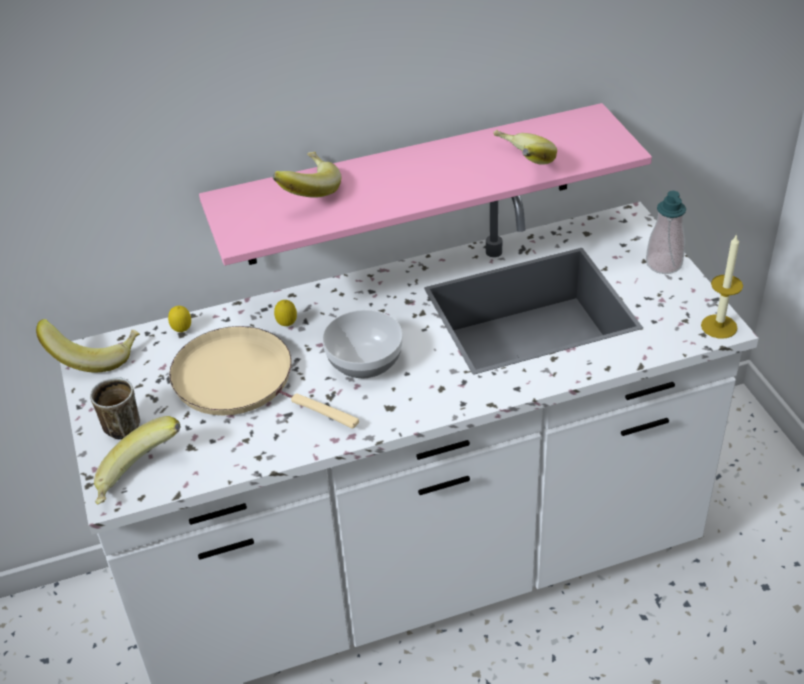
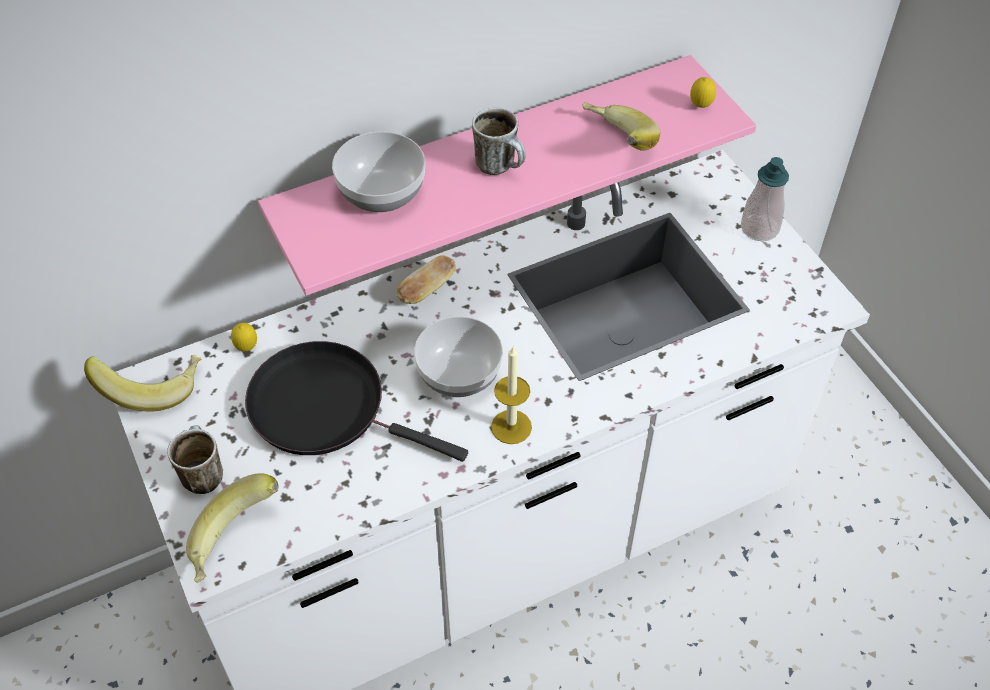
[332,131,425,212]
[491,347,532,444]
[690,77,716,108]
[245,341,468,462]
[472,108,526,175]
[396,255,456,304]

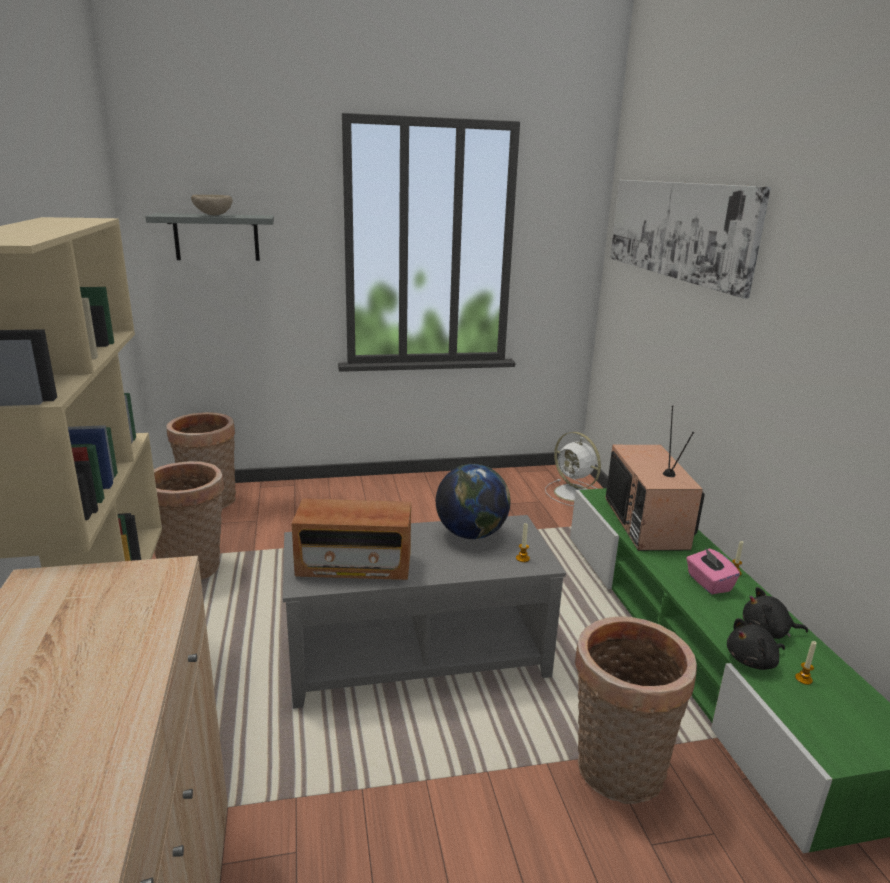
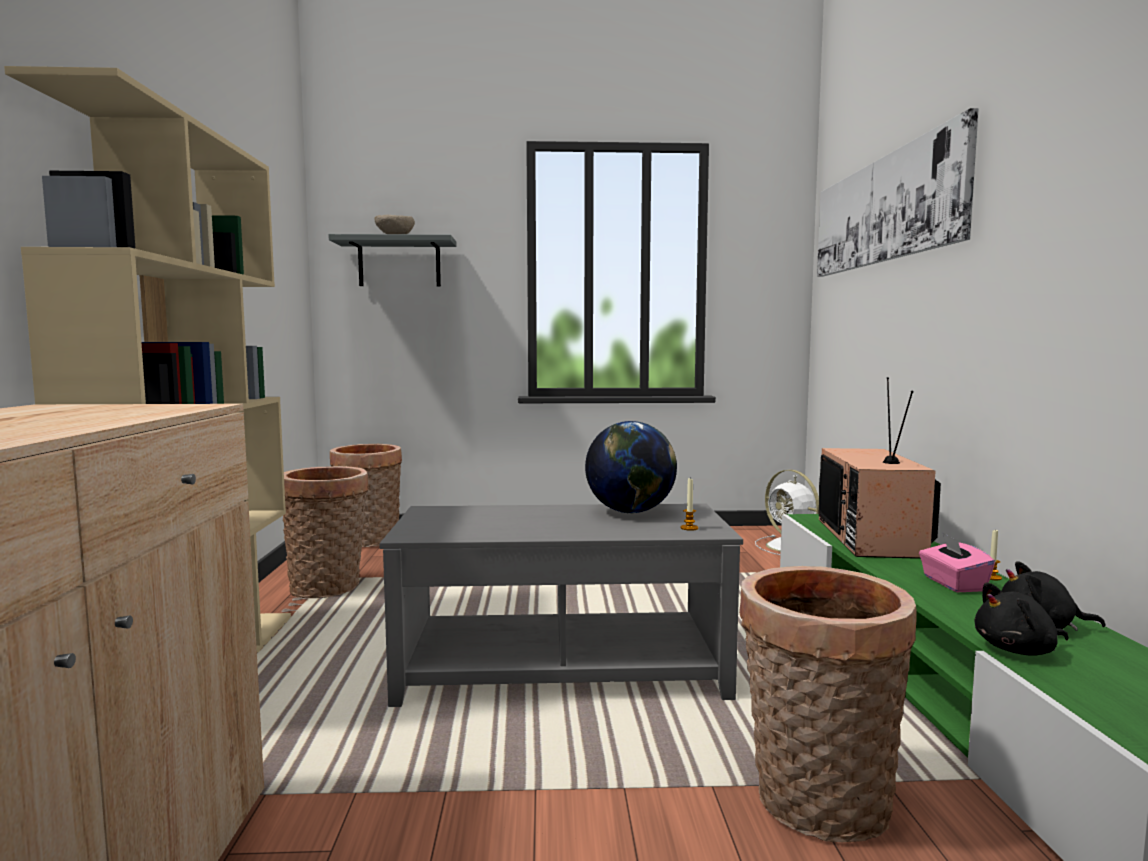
[291,498,411,580] (first image)
[795,641,817,685] (first image)

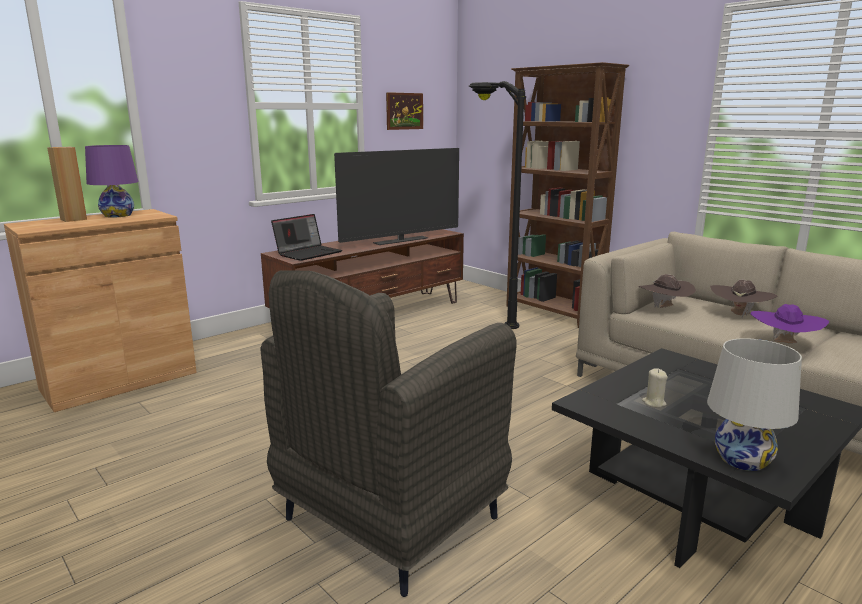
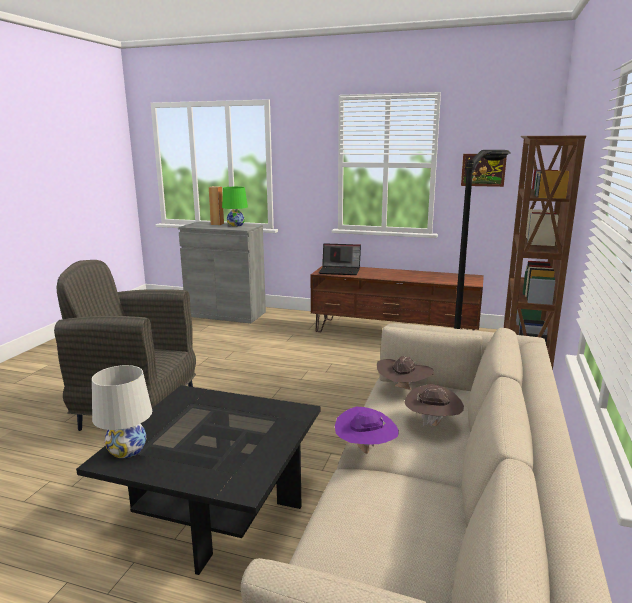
[222,187,248,227]
[334,148,459,245] (first image)
[178,222,266,323]
[642,368,668,408] (first image)

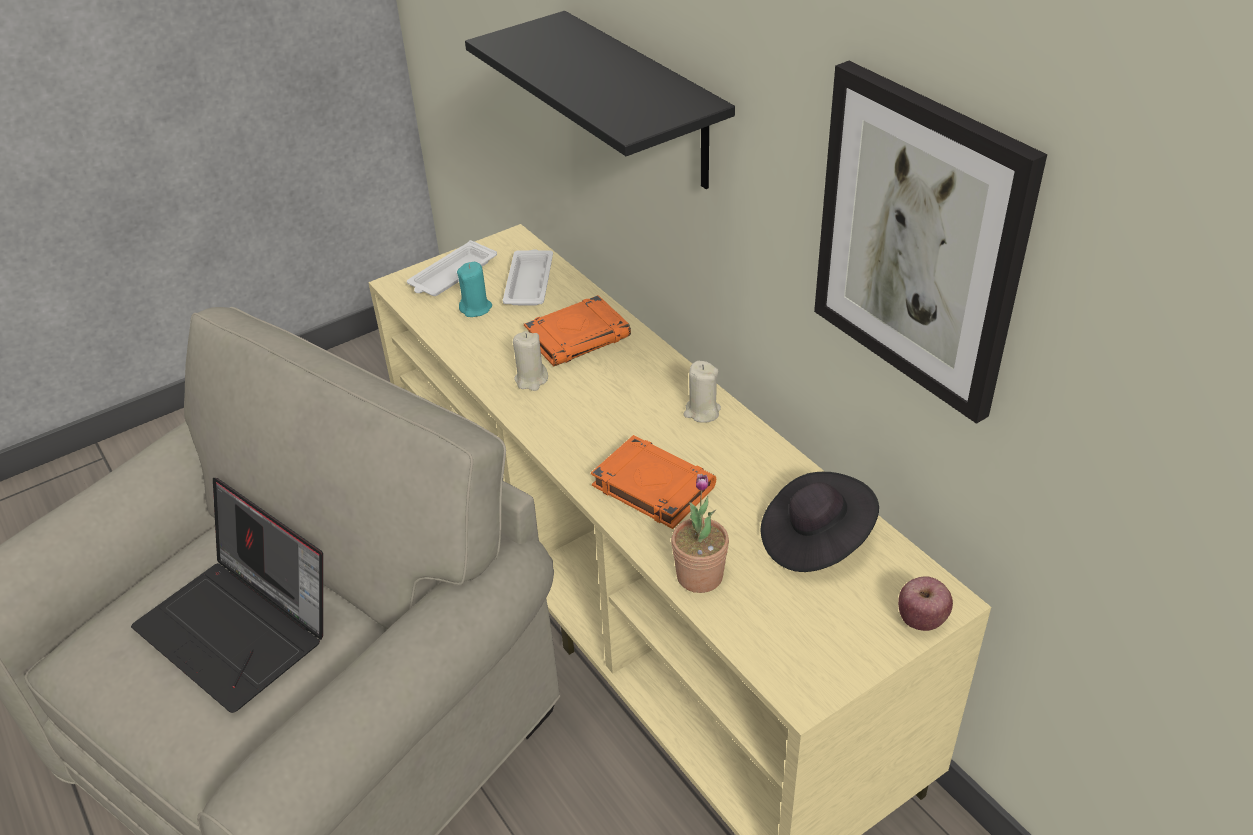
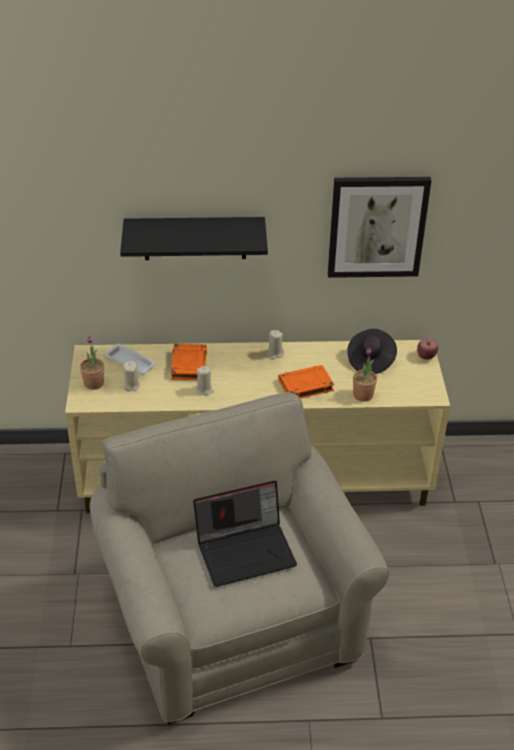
[80,336,104,390]
[123,361,140,392]

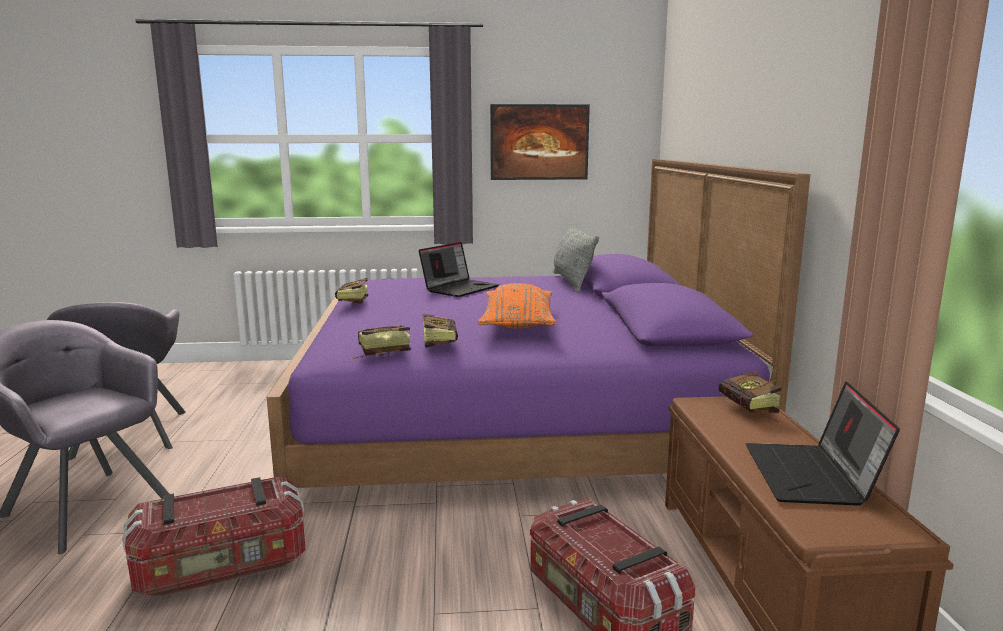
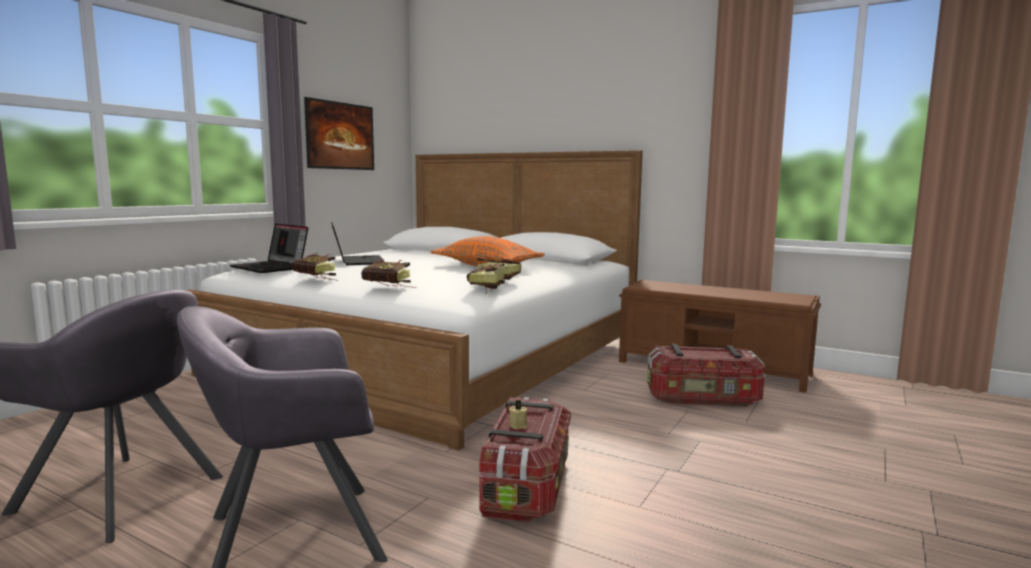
[186,150,643,450]
[553,223,599,293] (first image)
[361,259,416,288]
[230,224,308,273]
[509,400,527,429]

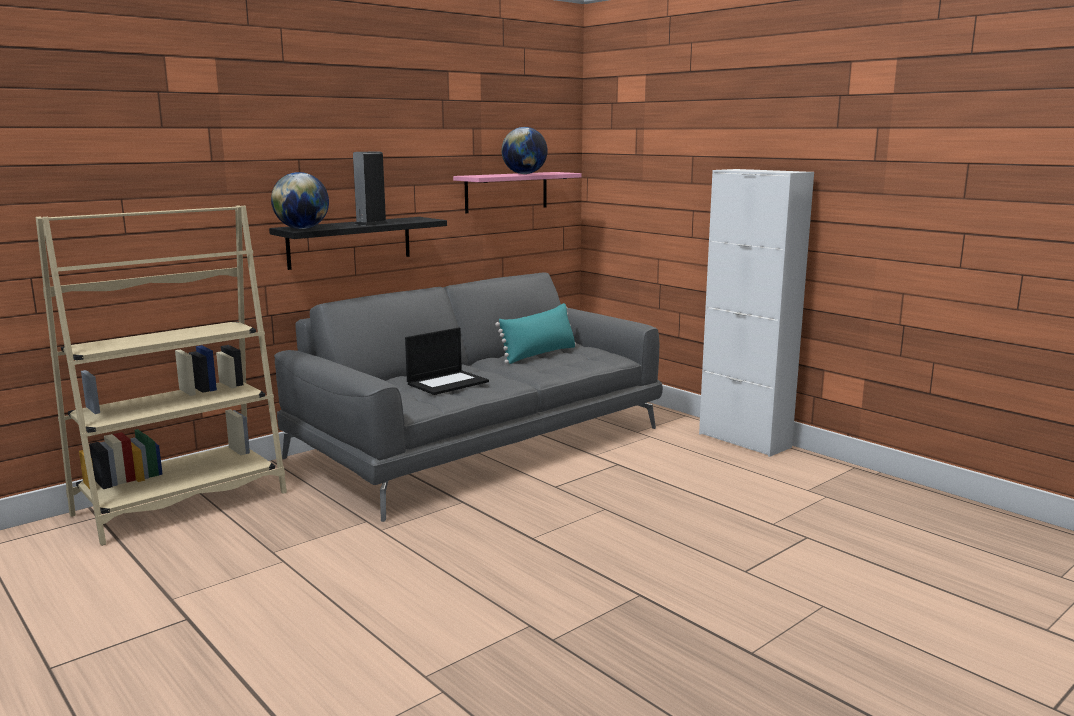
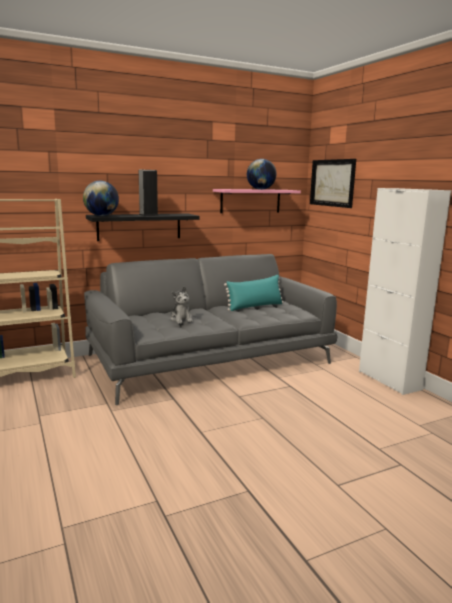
[170,286,193,324]
[310,159,356,208]

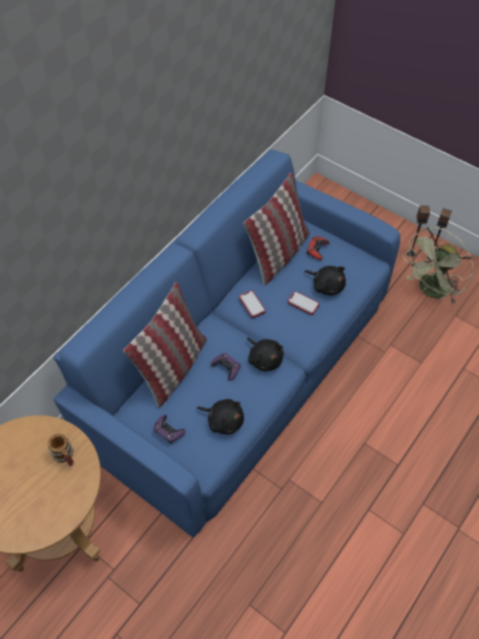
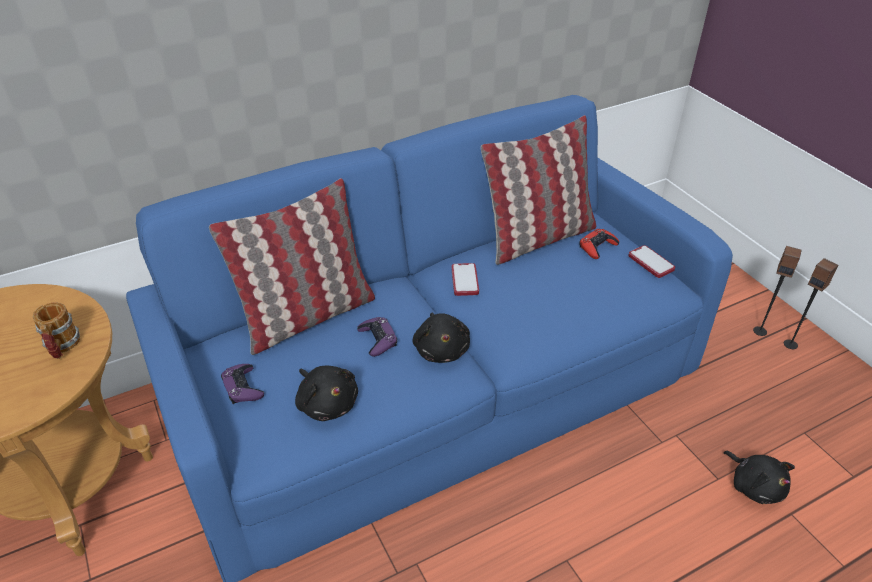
[402,227,474,304] (first image)
[724,451,795,504]
[628,245,675,278]

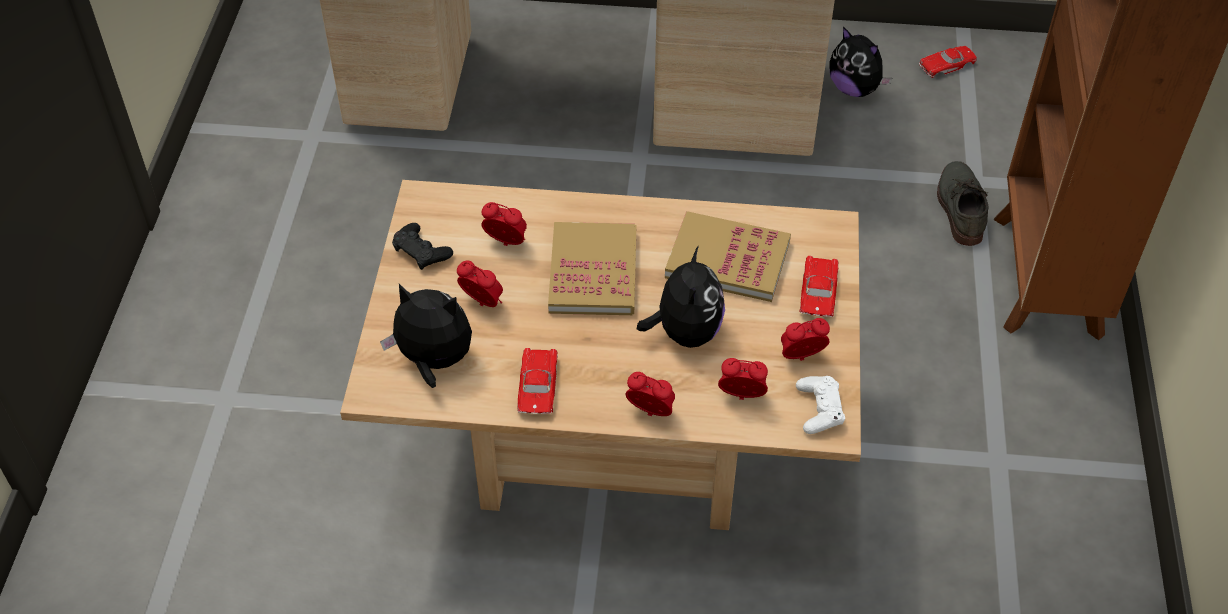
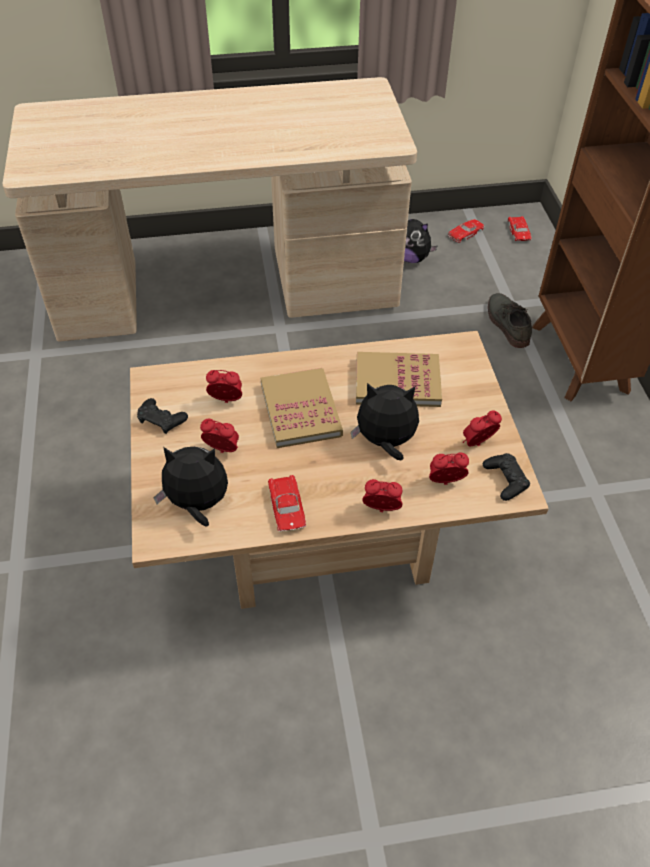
[351,383,419,461]
[508,216,532,241]
[483,453,530,501]

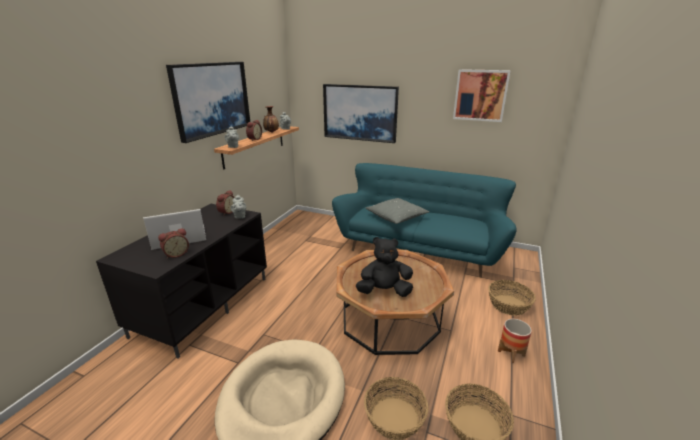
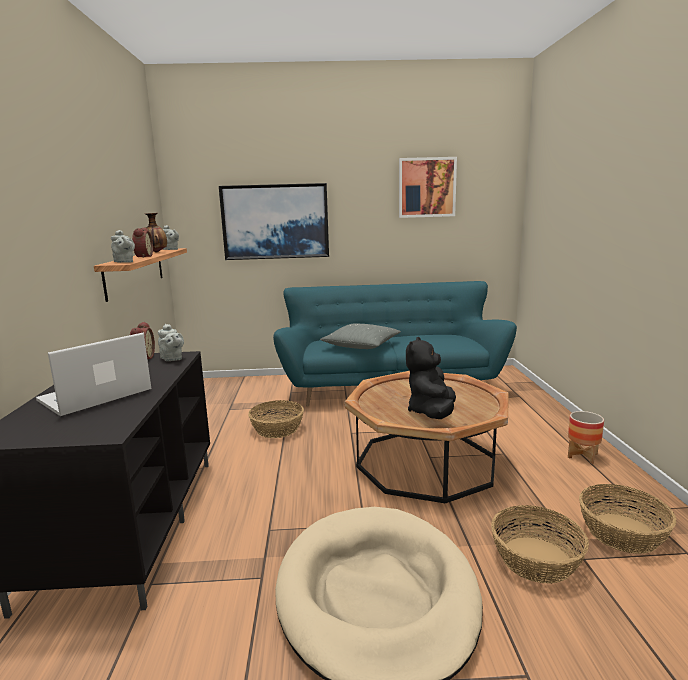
[166,62,250,143] (first image)
[158,228,189,259] (first image)
[406,337,456,419]
[248,400,304,438]

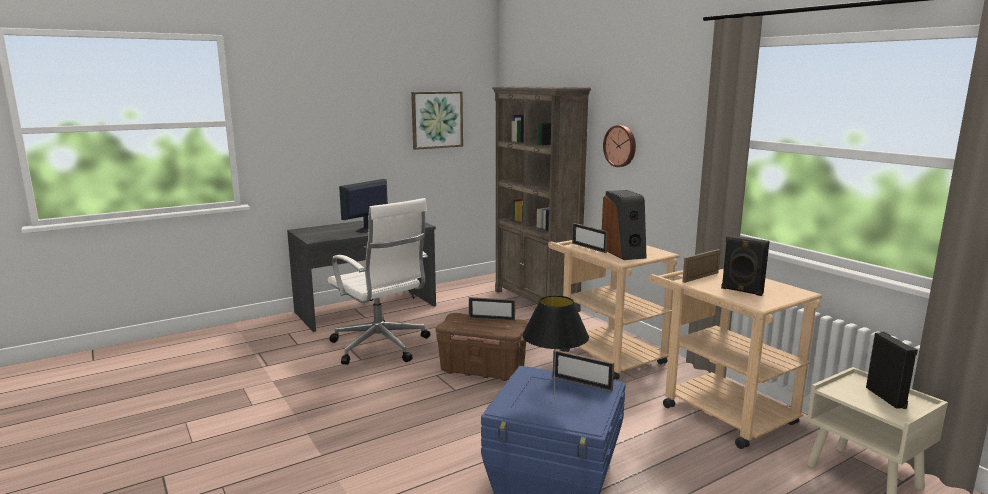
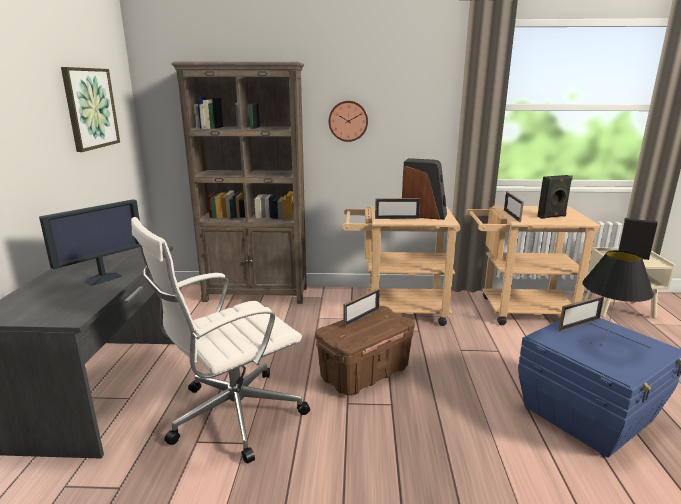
[39,199,140,286]
[131,217,310,464]

